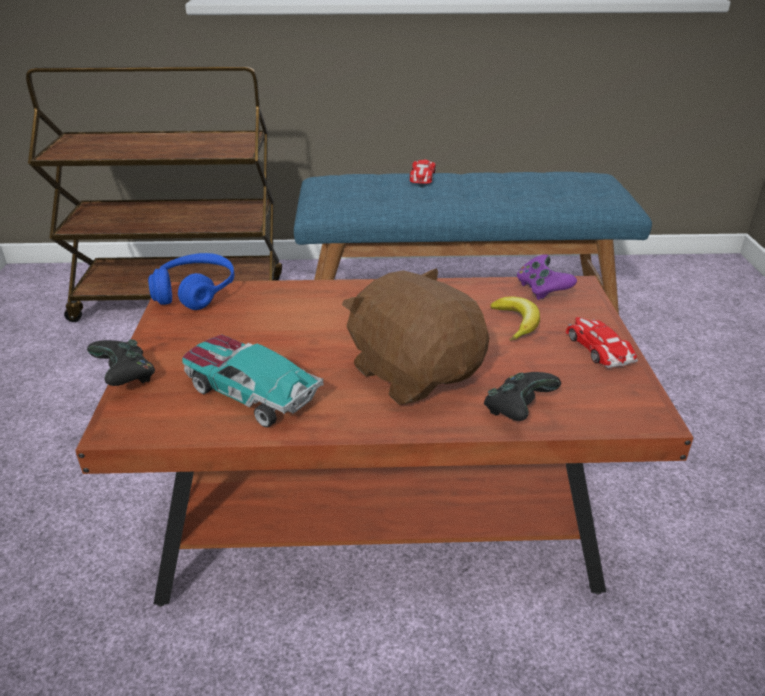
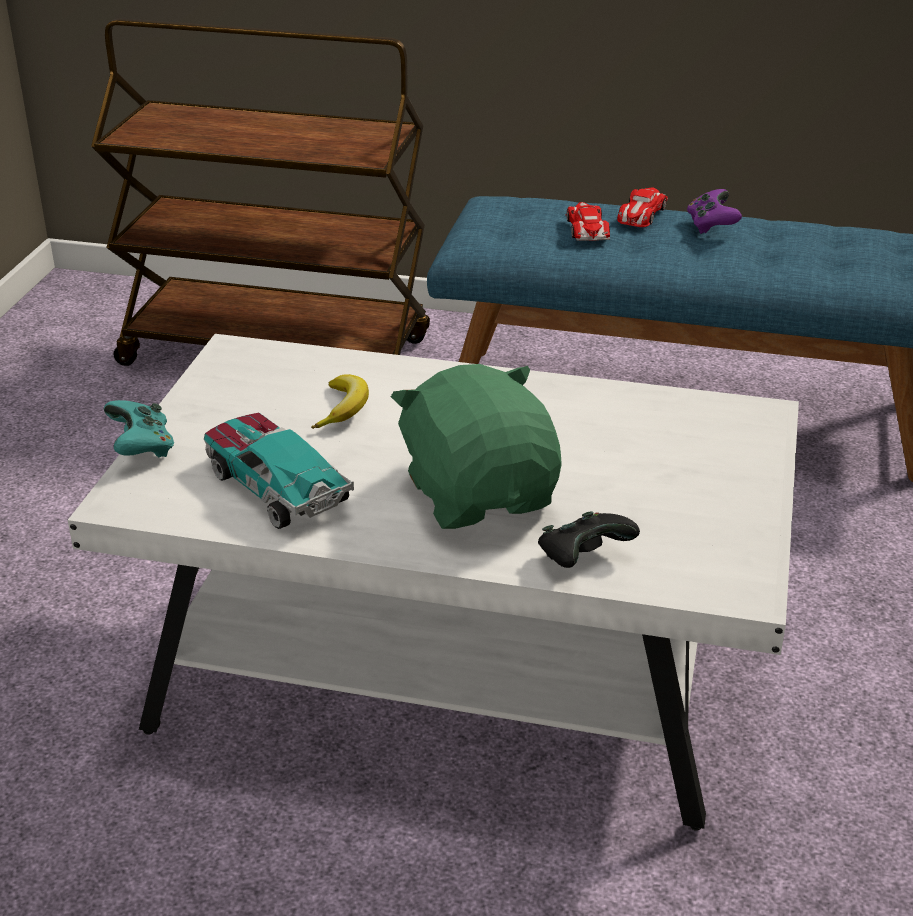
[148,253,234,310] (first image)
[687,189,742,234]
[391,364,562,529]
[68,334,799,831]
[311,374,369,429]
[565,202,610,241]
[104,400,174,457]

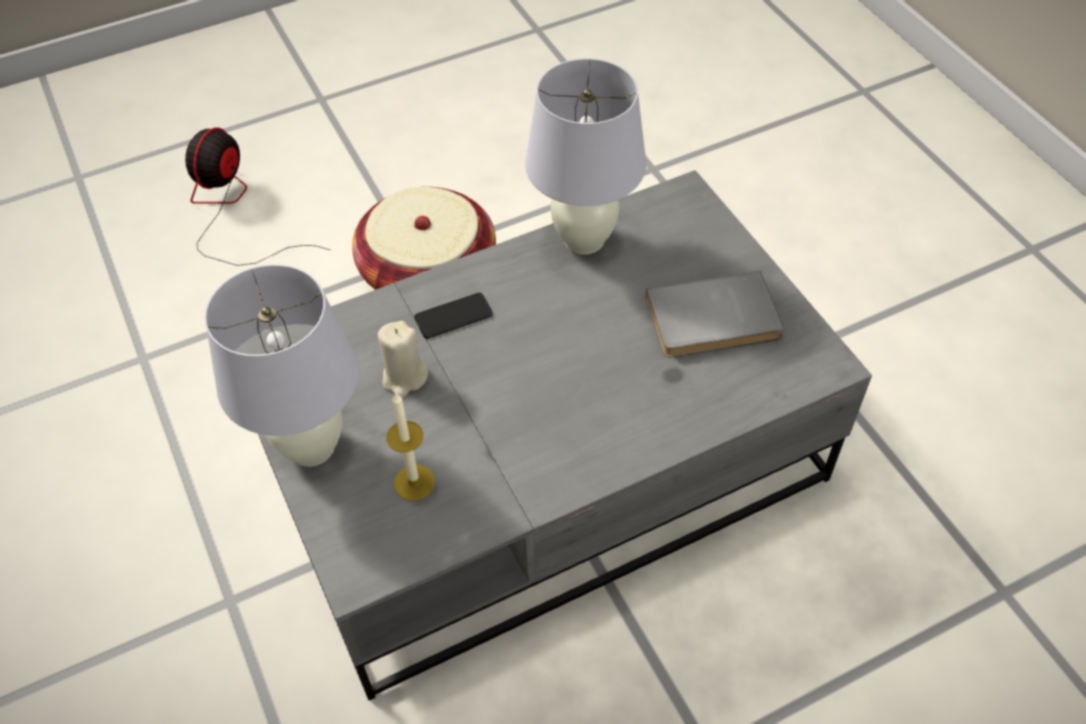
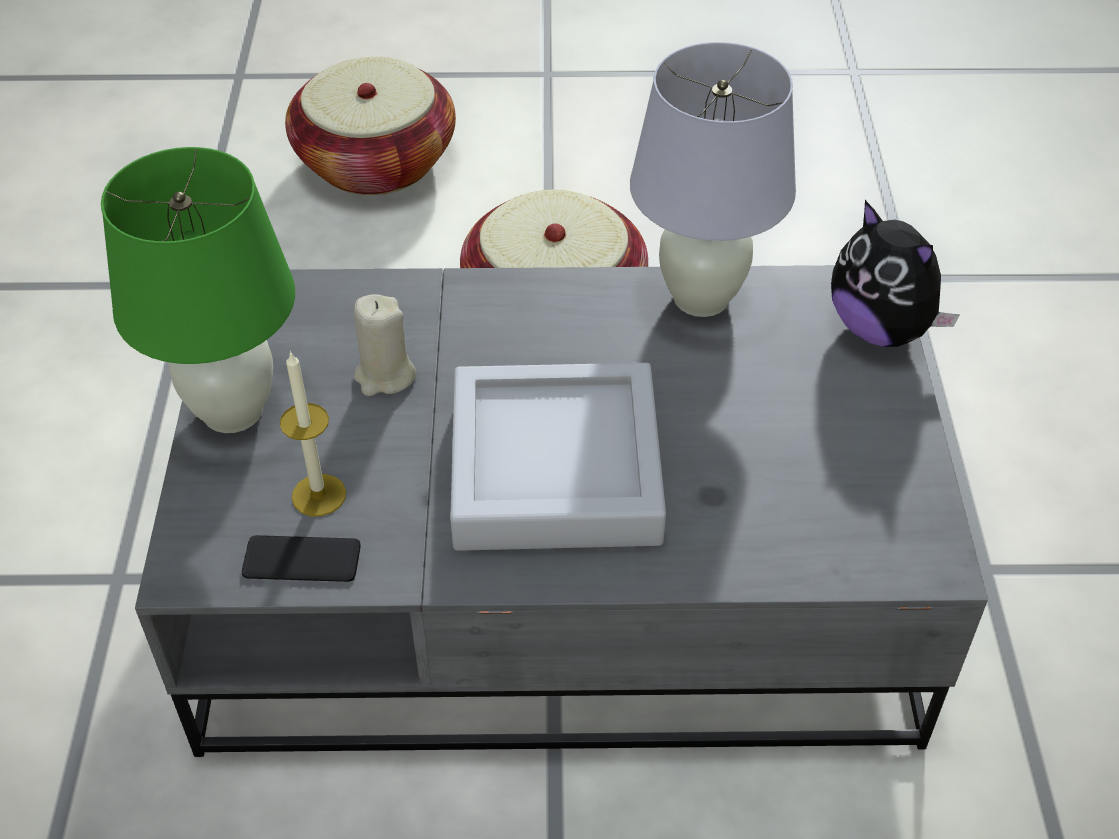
[285,57,456,195]
[101,147,295,433]
[645,271,783,357] (first image)
[242,535,360,582]
[831,200,960,347]
[450,363,666,551]

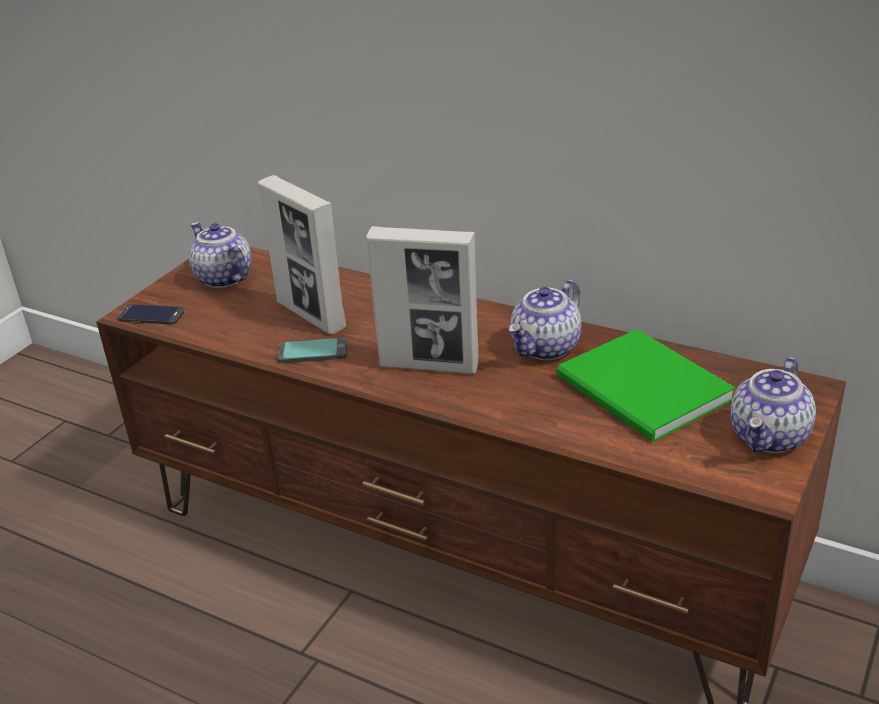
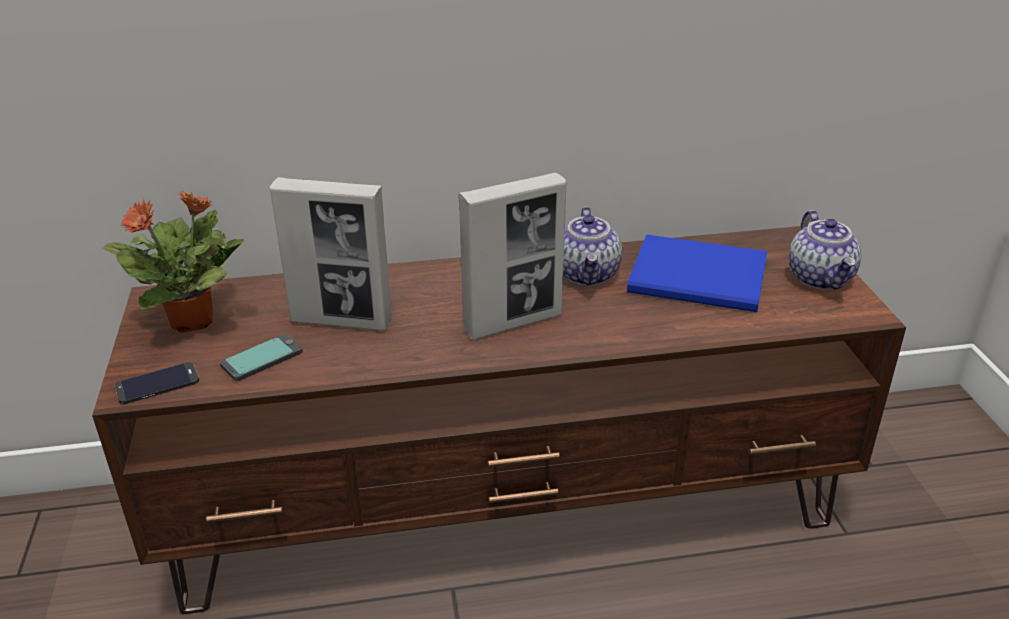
[103,191,244,333]
[627,234,767,312]
[220,334,303,381]

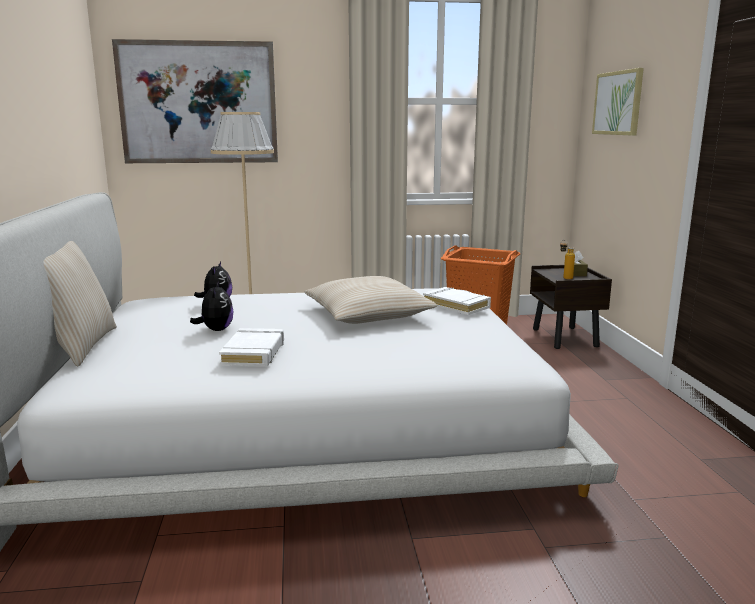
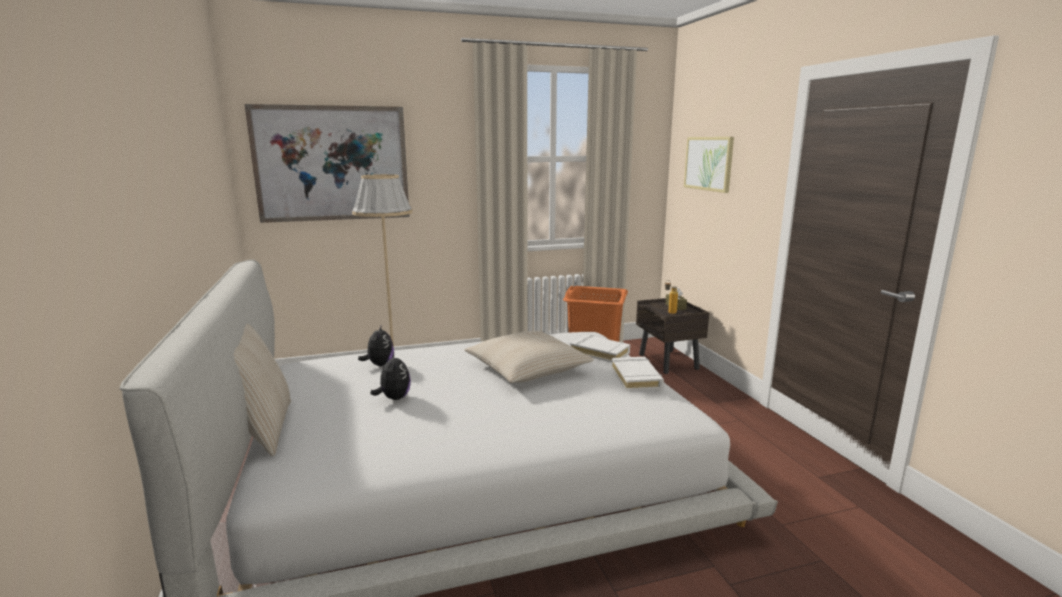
[611,357,664,391]

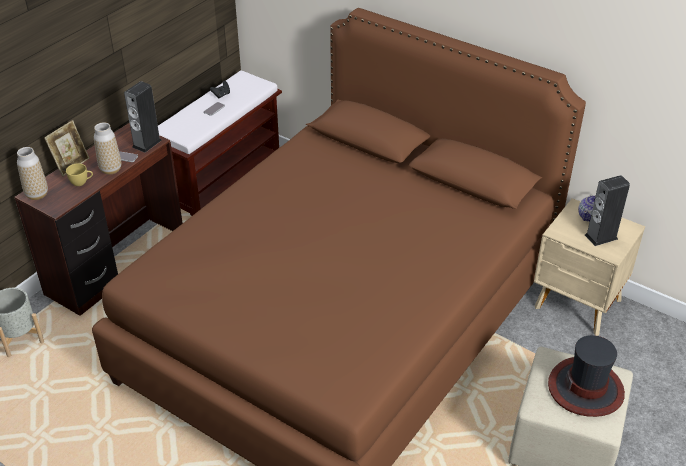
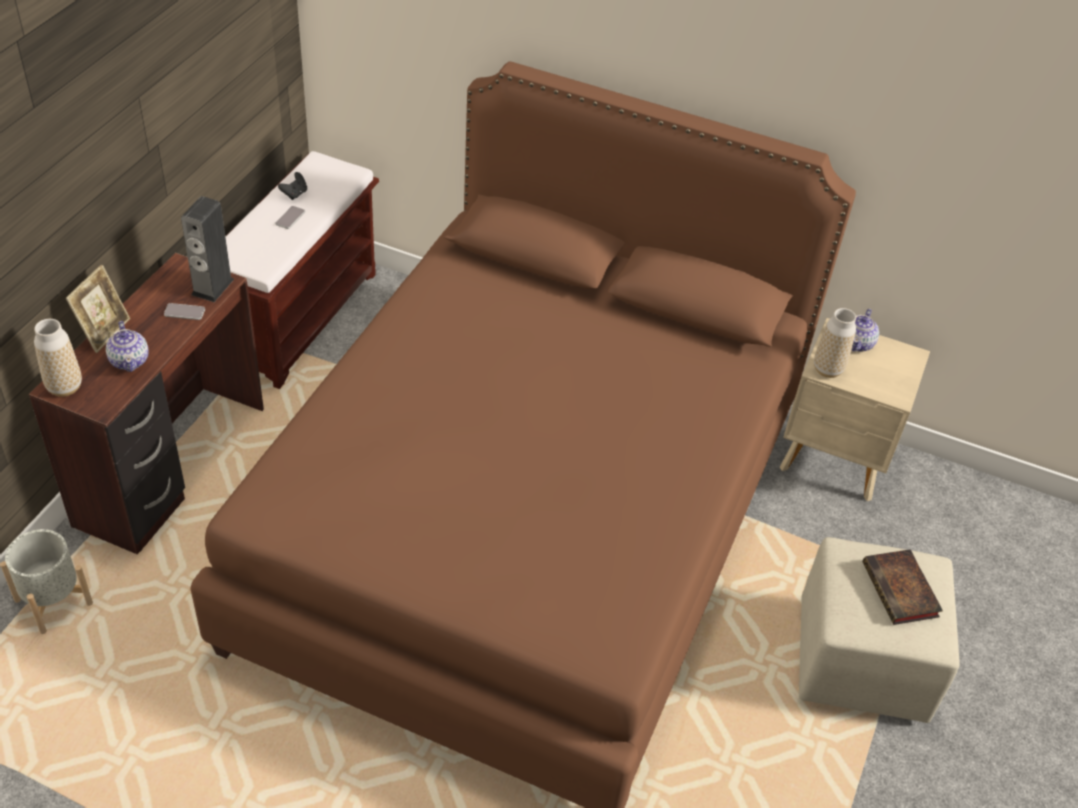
[814,308,856,378]
[106,321,149,372]
[585,175,630,246] (first image)
[862,549,943,625]

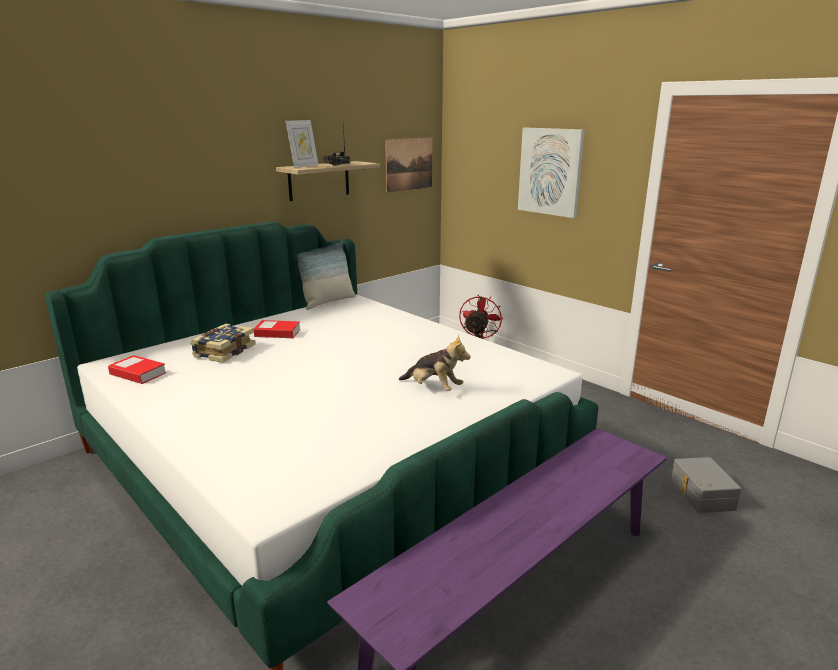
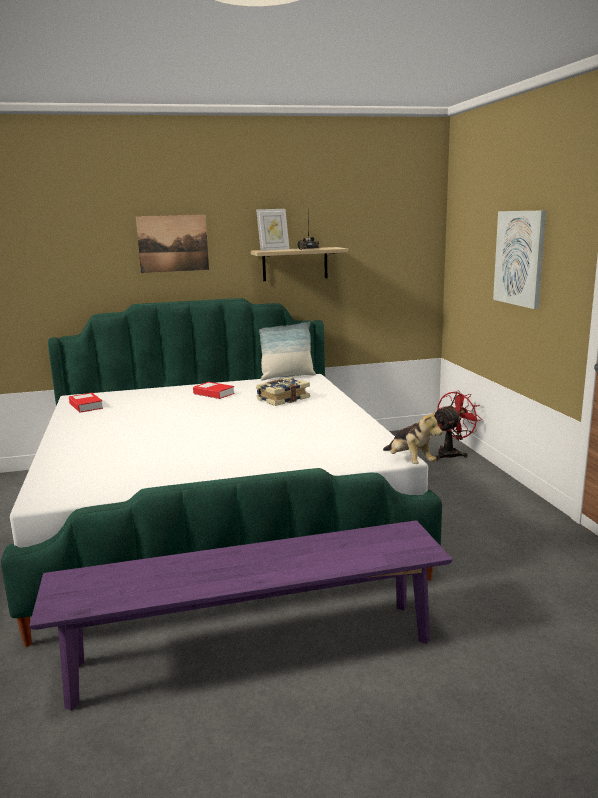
[136,214,209,273]
[256,377,310,406]
[383,409,442,464]
[671,457,741,513] (first image)

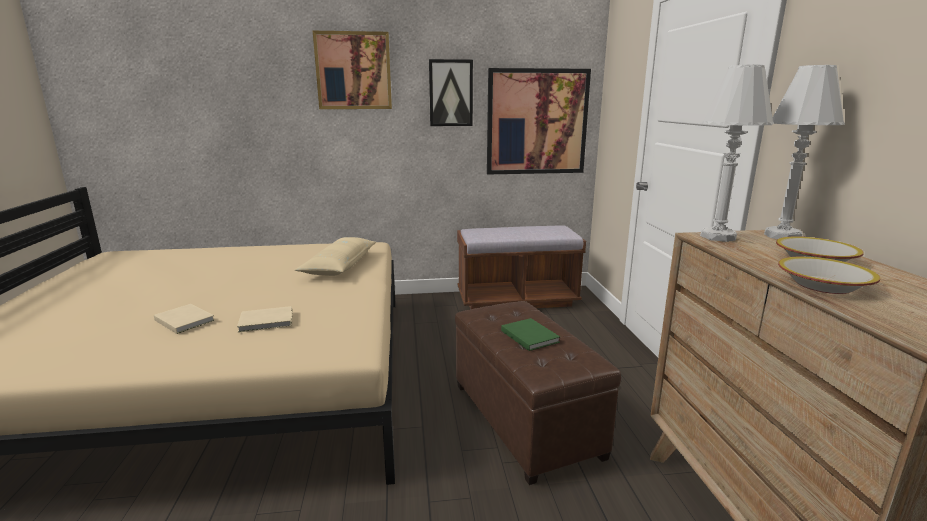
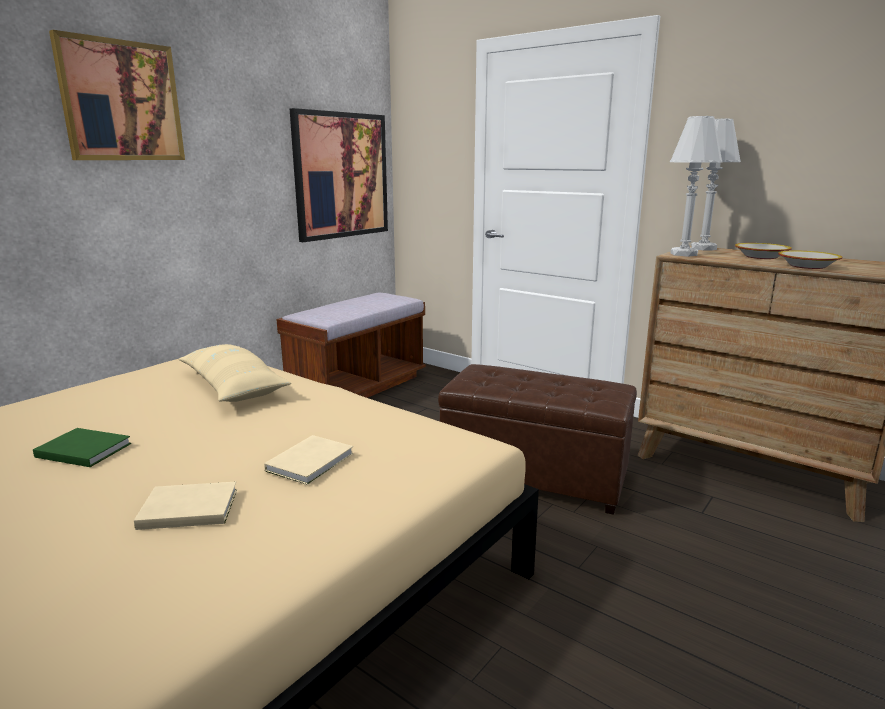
[429,59,473,126] (first image)
[33,428,131,467]

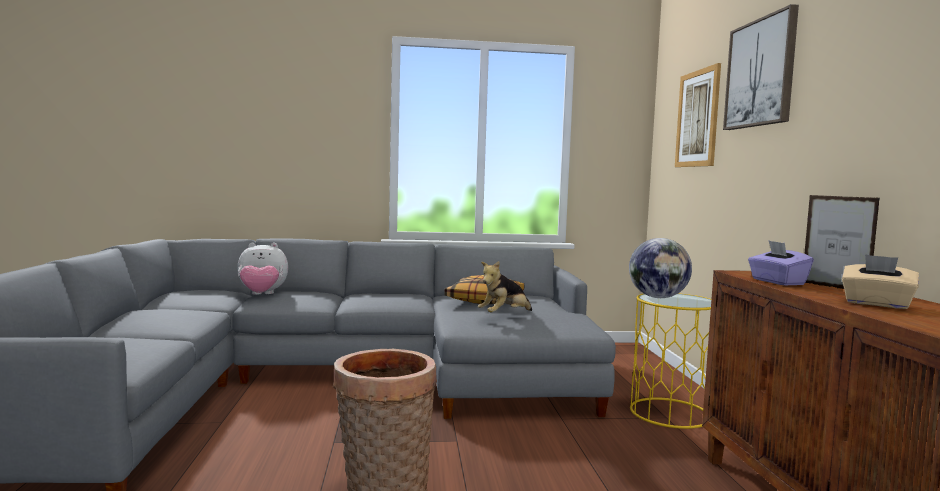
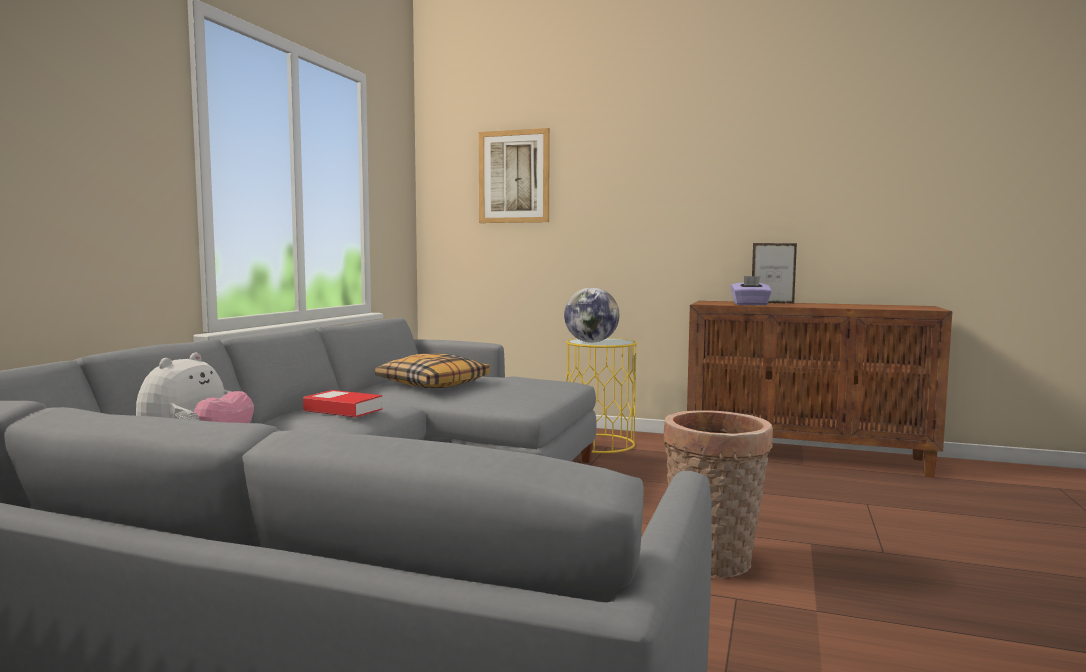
[723,4,799,130] (first image)
[842,254,919,309] (first image)
[478,261,532,313] (first image)
[303,390,382,417]

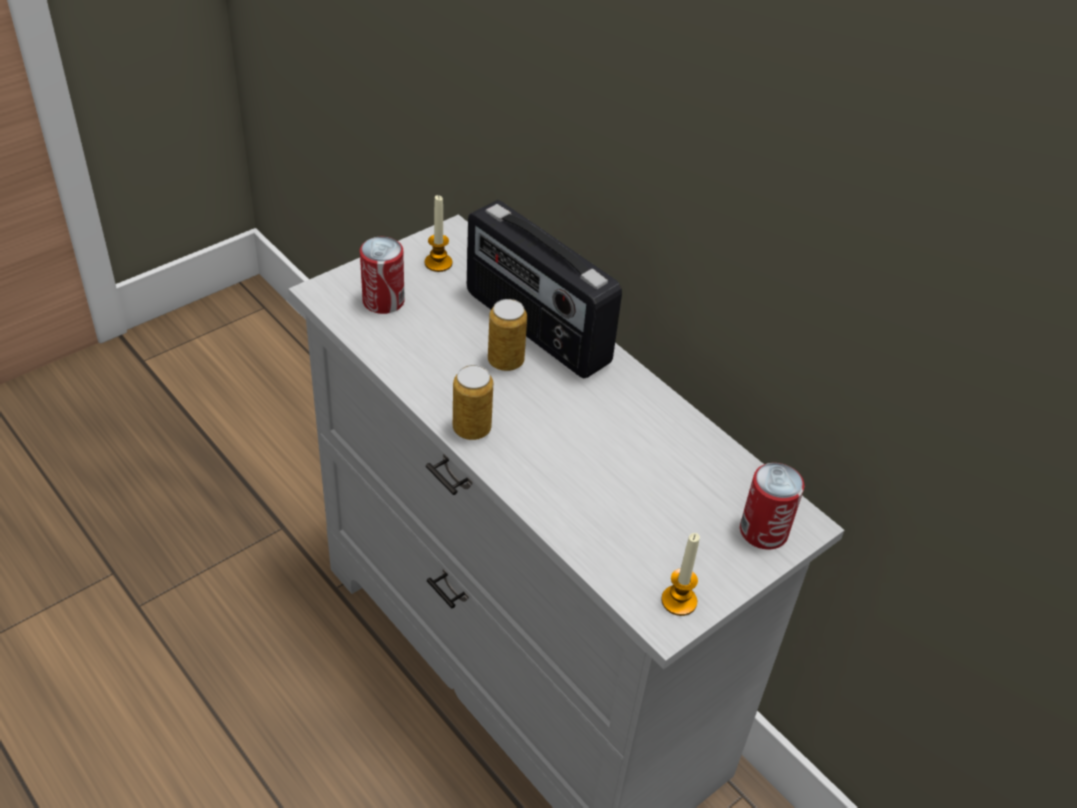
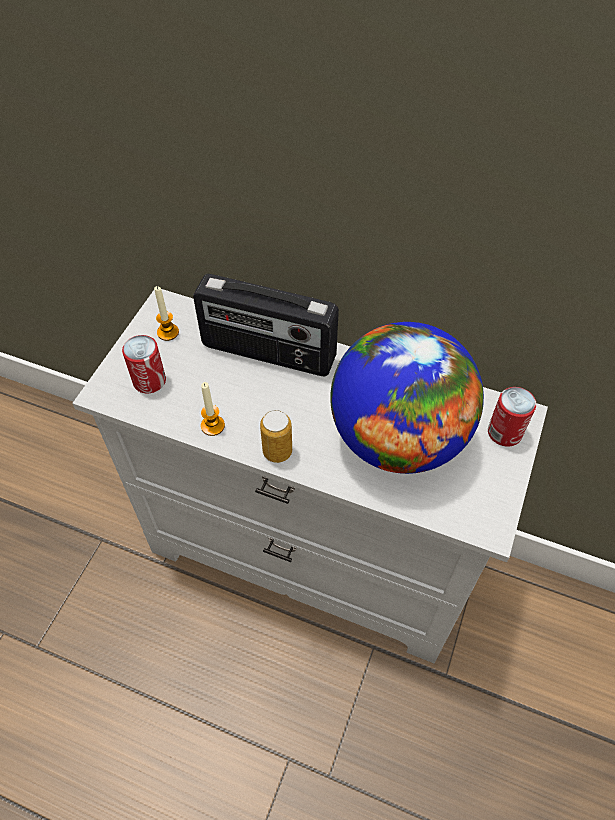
[488,299,527,371] (first image)
[201,382,225,436]
[330,322,484,474]

